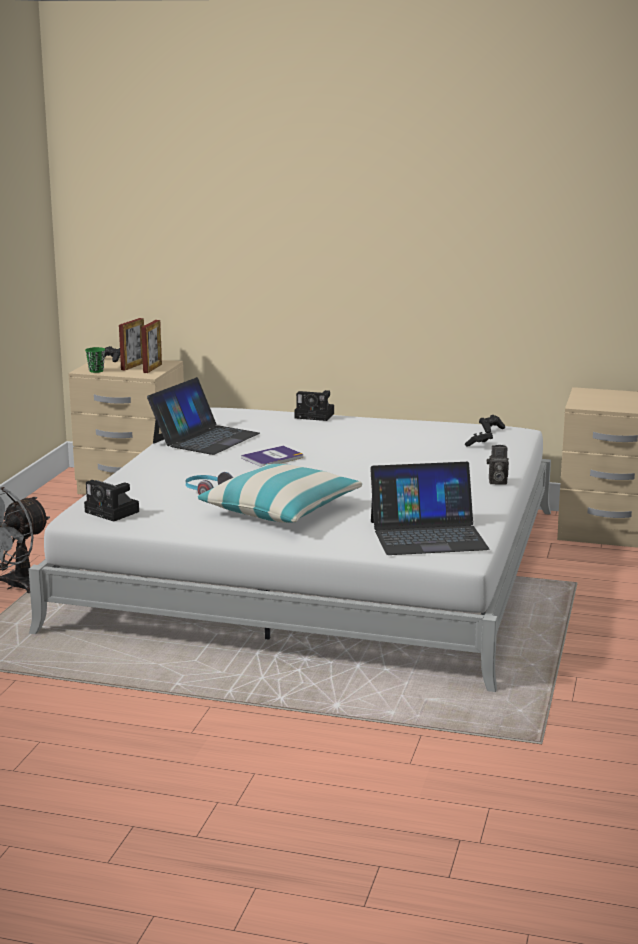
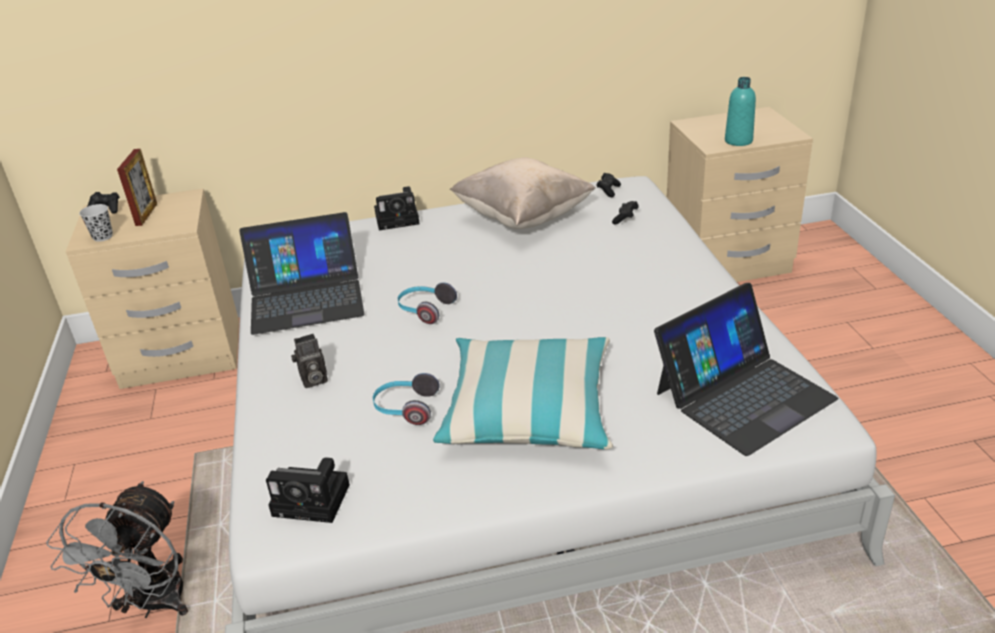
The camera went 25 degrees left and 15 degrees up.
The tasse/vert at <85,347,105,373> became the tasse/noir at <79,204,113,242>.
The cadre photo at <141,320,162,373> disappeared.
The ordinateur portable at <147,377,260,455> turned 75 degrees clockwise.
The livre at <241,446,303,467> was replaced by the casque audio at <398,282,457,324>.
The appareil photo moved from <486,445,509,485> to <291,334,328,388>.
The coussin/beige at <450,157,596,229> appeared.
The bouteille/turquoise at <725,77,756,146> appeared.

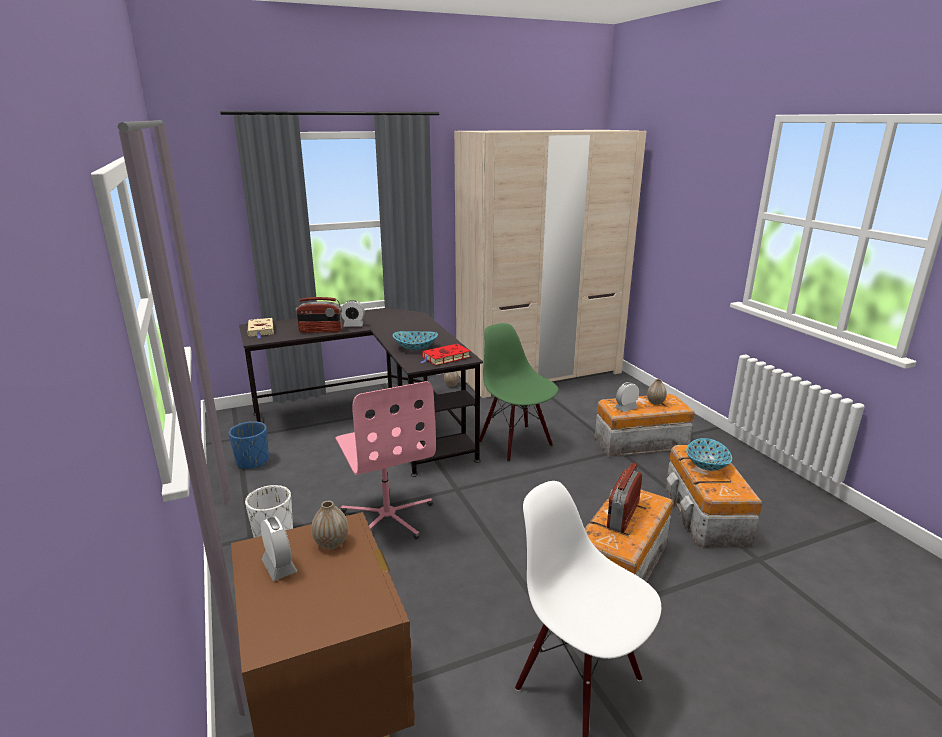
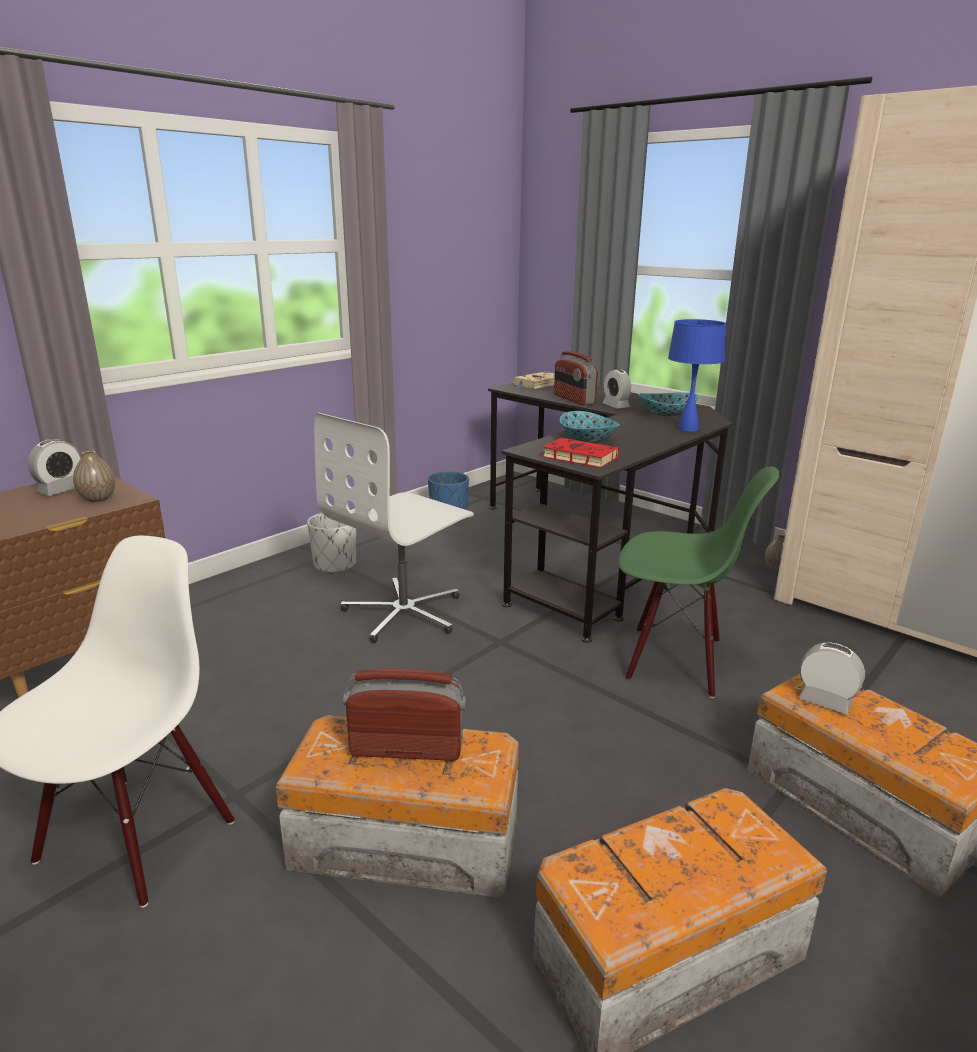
The camera went 65 degrees right and 0 degrees up.
The chaise de bureau/rose at <335,381,436,540> became the chaise de bureau/blanc at <314,412,474,643>.
The chaise/vert at <480,323,559,462> turned 75 degrees clockwise.
The vase at <647,379,667,405> disappeared.
The bol moved from <686,438,732,471> to <638,392,699,416>.
The lampe de table/bleu at <668,319,727,432> appeared.

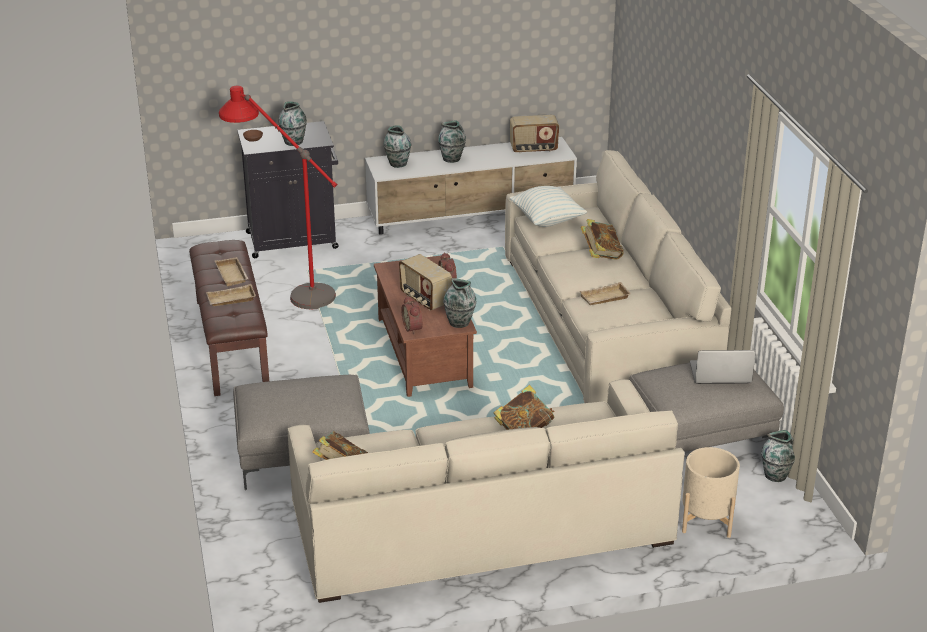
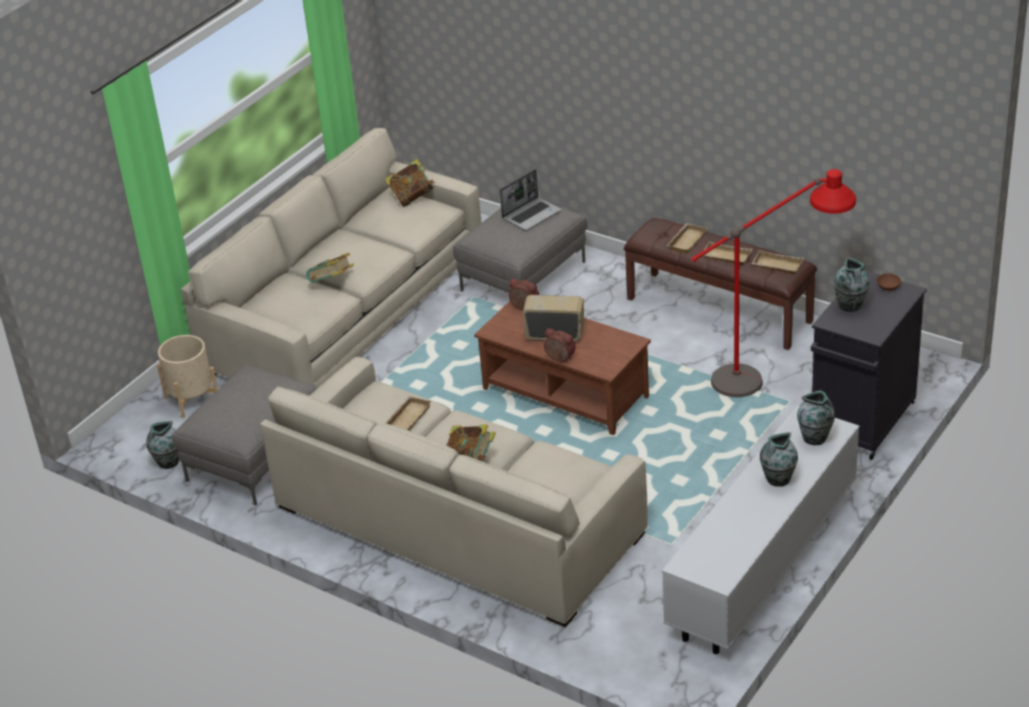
The camera went 140 degrees right and 5 degrees up.
The vase at <443,278,476,328> disappeared.
The coussin at <509,186,587,227> disappeared.
The radio at <510,115,559,153> disappeared.
The ordinateur portable moved from <690,350,756,384> to <500,169,562,230>.
The plateau/beige at <751,250,804,275> appeared.

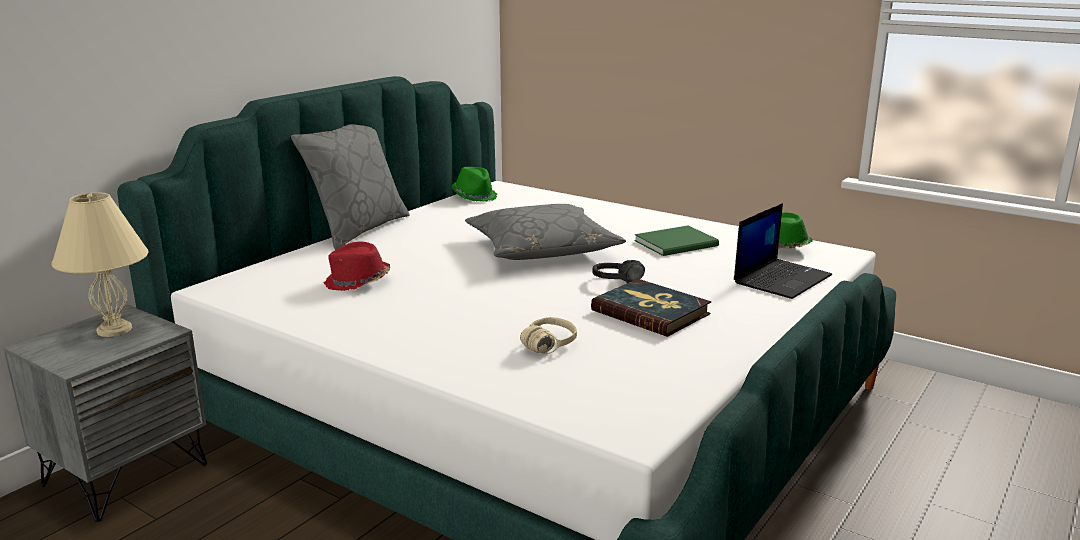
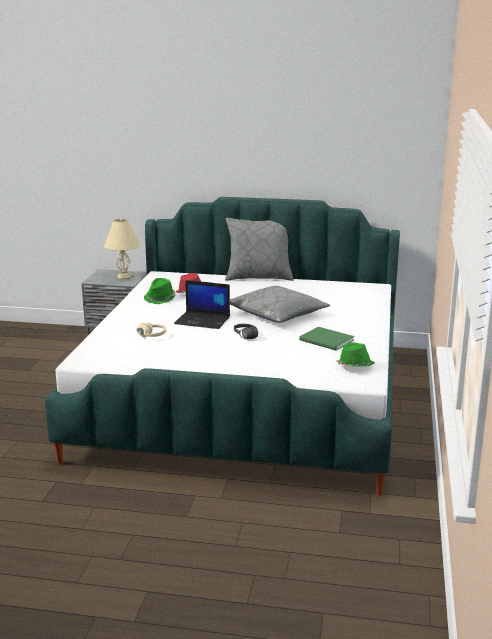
The camera went 65 degrees right and 0 degrees up.
The chapeau/vert moved from <452,167,497,202> to <144,278,176,304>.
The livre at <591,279,711,337> disappeared.
The ordinateur portable moved from <734,203,832,299> to <174,280,230,329>.

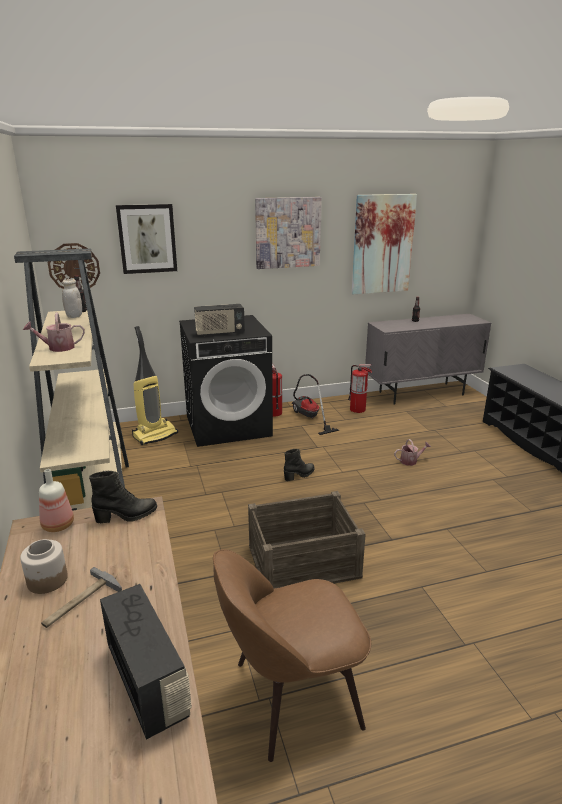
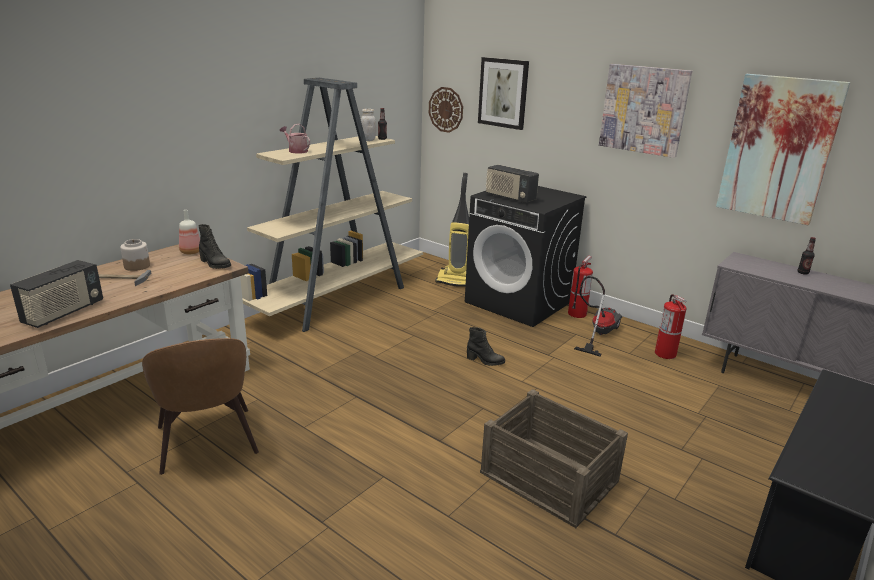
The camera went 55 degrees right and 0 degrees up.
The chaise/marron at <213,549,371,762> turned 150 degrees counterclockwise.
The caisse moved from <248,491,366,588> to <480,389,628,528>.
The arrosoir at <394,439,431,466> disappeared.

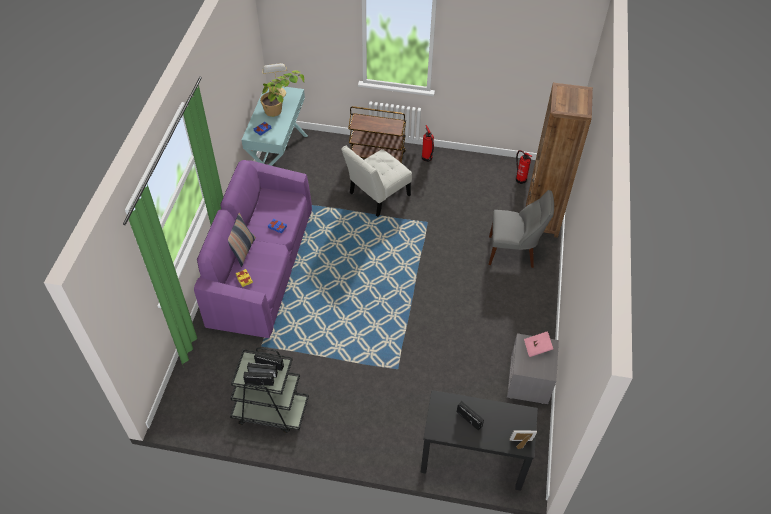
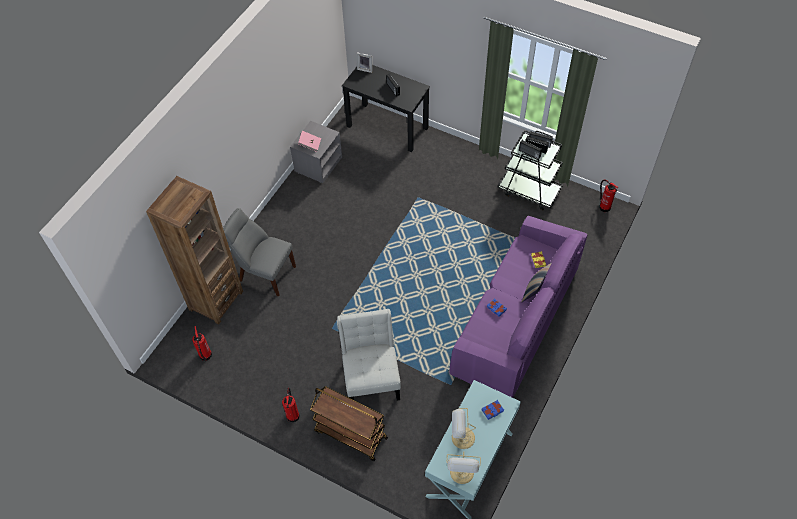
The camera went 160 degrees left and 5 degrees up.
The plante en pot at <260,70,304,117> was replaced by the lampe de table at <452,408,476,449>.
The chaise/blanc at <341,146,412,217> turned 75 degrees counterclockwise.
The extincteur at <599,180,618,212> appeared.

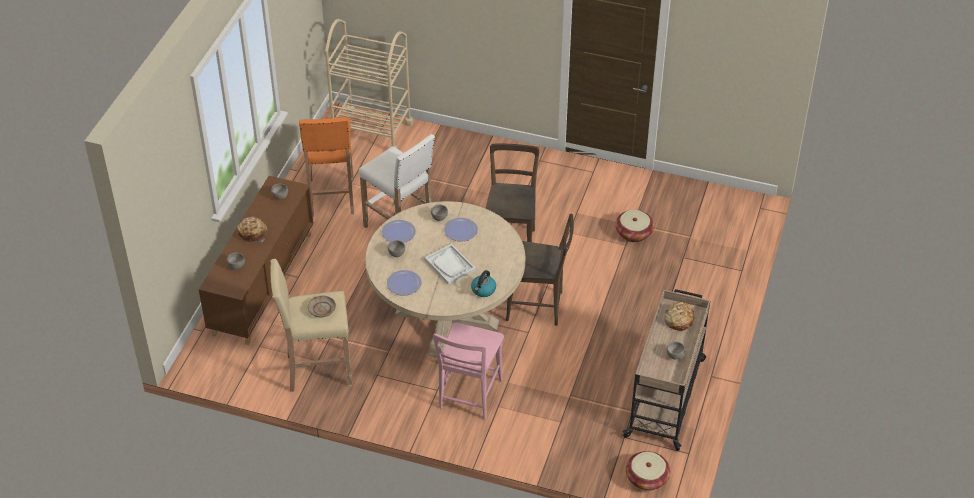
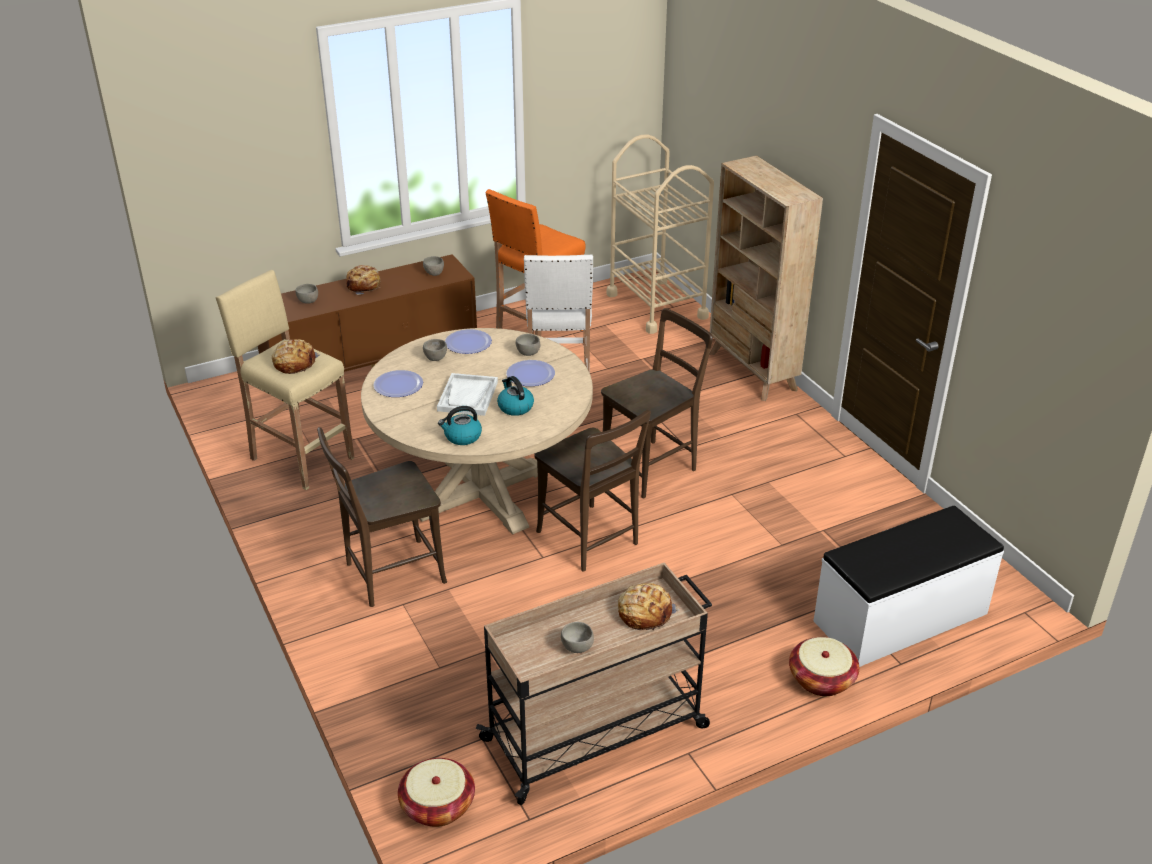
The camera went 45 degrees right and 10 degrees down.
The assiette/beige at <308,296,336,317> was replaced by the pain at <272,339,321,374>.
The chaise/rose at <433,323,504,419> became the chaise/marron at <317,427,447,607>.
The panier moved from <615,210,654,242> to <789,637,859,696>.
The bouilloire at <497,376,534,416> appeared.
The bibliothèque/beige at <709,155,823,401> appeared.
The banc/blanc at <814,506,1004,667> appeared.

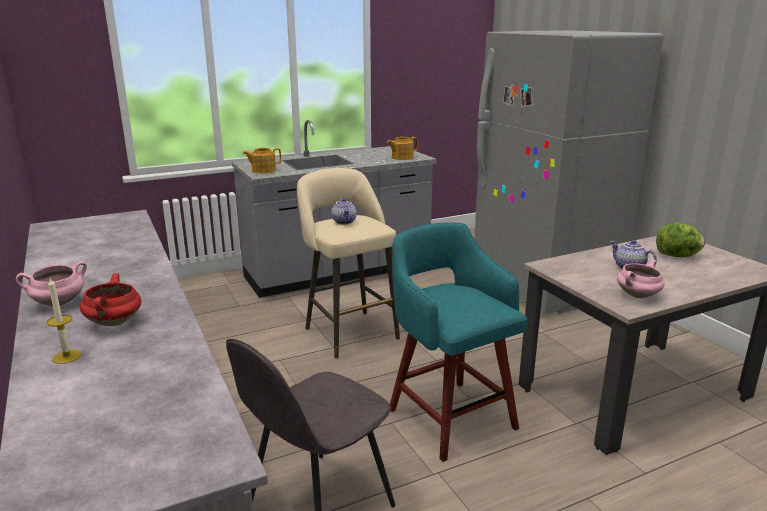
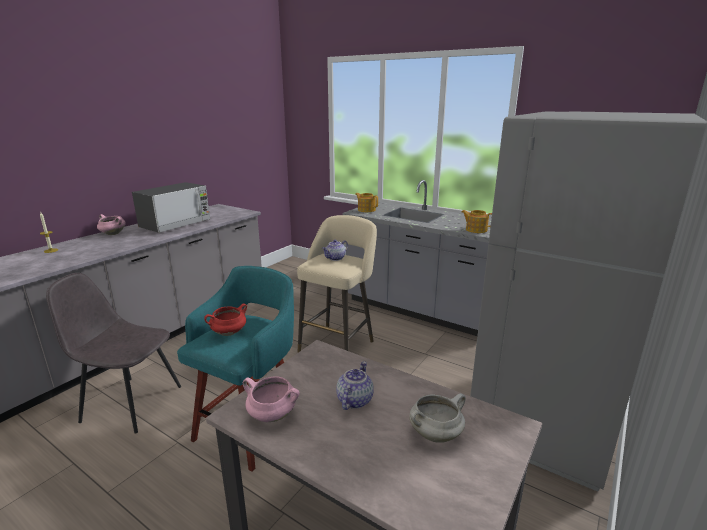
The camera went 60 degrees right and 0 degrees up.
The marmite/rouge moved from <80,273,141,326> to <204,304,247,336>.
The laitue at <656,222,705,257> was replaced by the marmite/blanc at <409,393,466,443>.
The micro-ondes at <132,182,210,233> appeared.

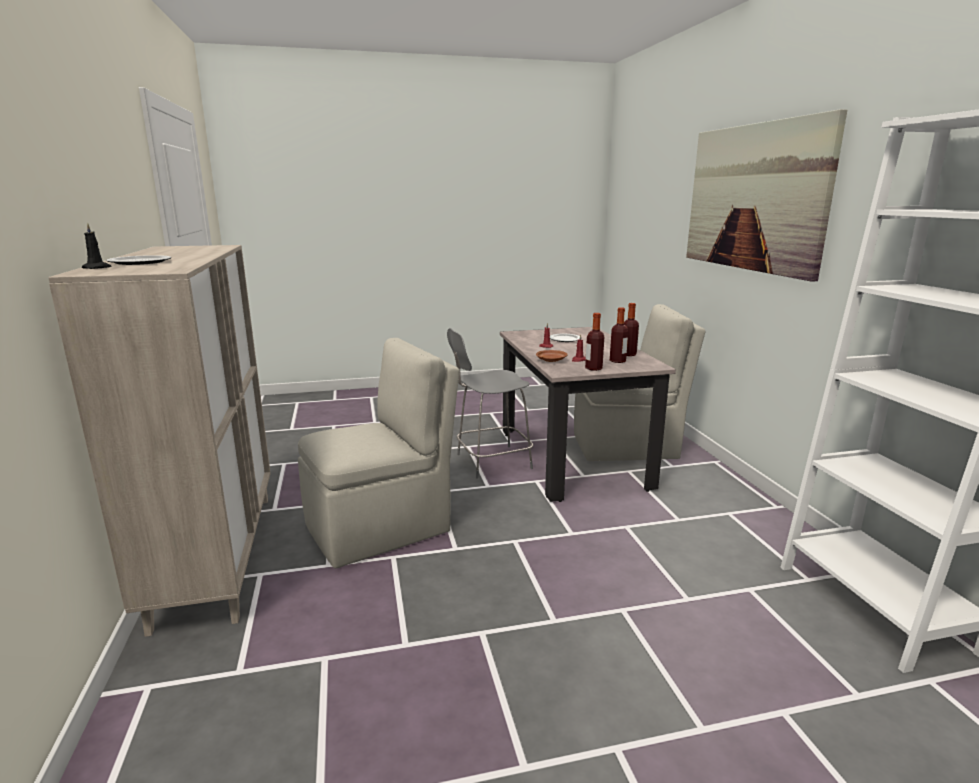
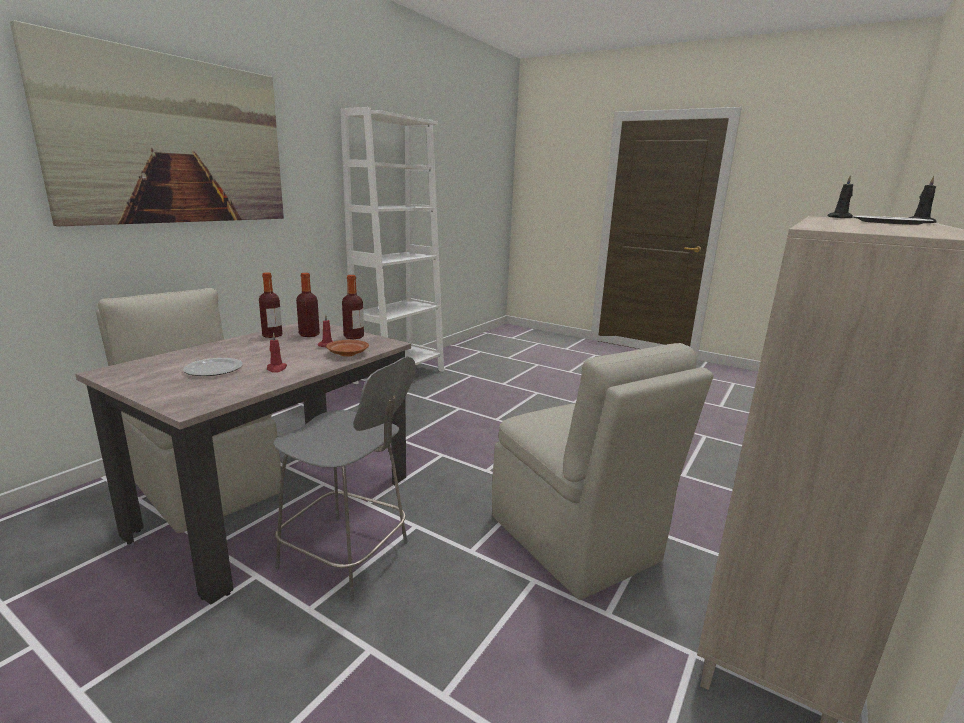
The camera went 135 degrees left and 0 degrees up.
The chaise/beige at <298,338,460,568> turned 135 degrees counterclockwise.
The bougie/noir at <827,175,853,218> appeared.

